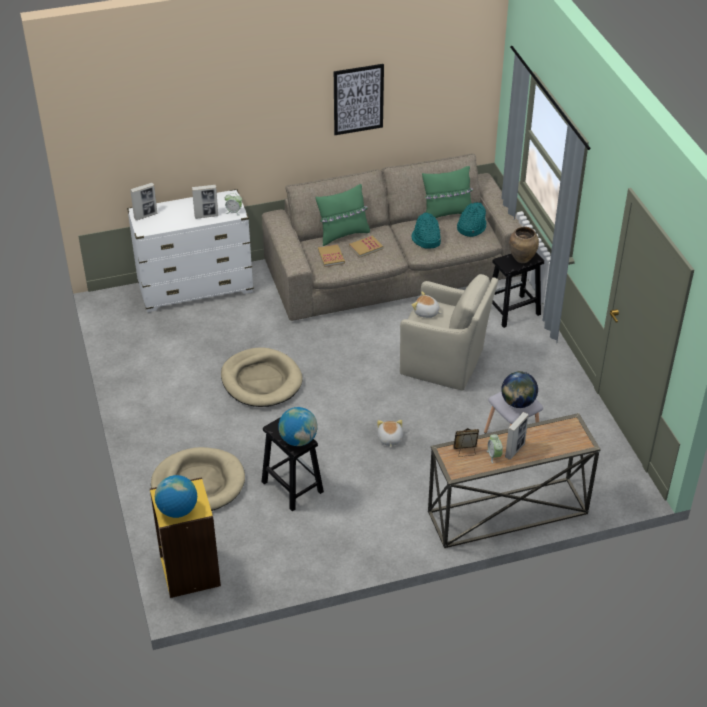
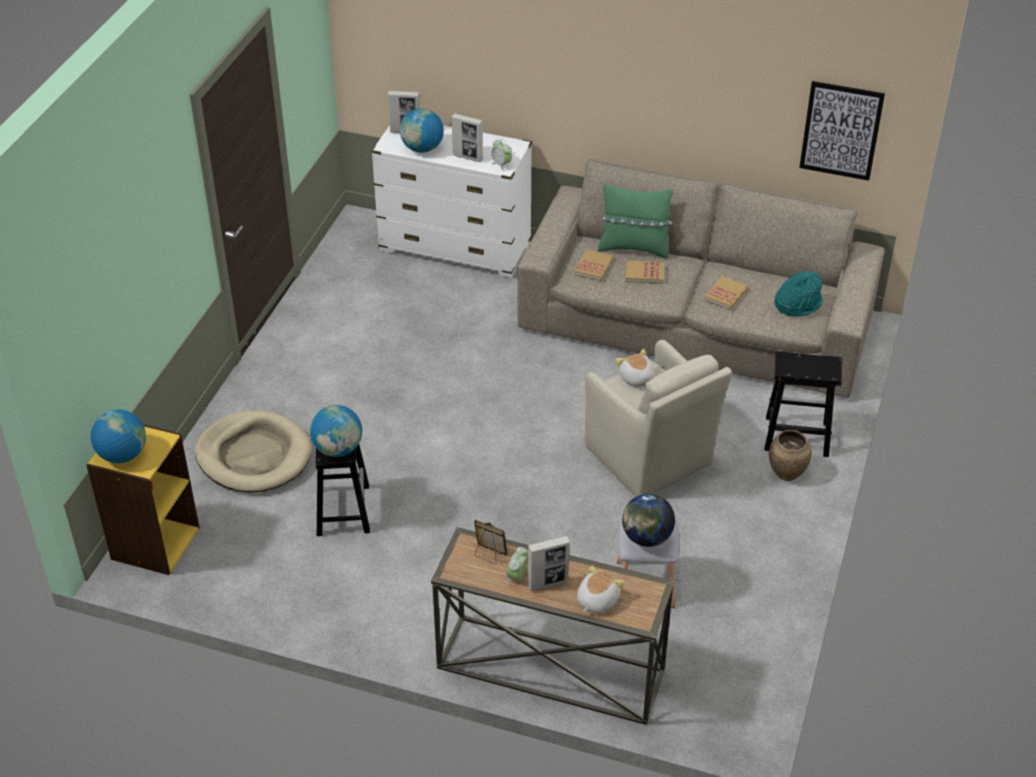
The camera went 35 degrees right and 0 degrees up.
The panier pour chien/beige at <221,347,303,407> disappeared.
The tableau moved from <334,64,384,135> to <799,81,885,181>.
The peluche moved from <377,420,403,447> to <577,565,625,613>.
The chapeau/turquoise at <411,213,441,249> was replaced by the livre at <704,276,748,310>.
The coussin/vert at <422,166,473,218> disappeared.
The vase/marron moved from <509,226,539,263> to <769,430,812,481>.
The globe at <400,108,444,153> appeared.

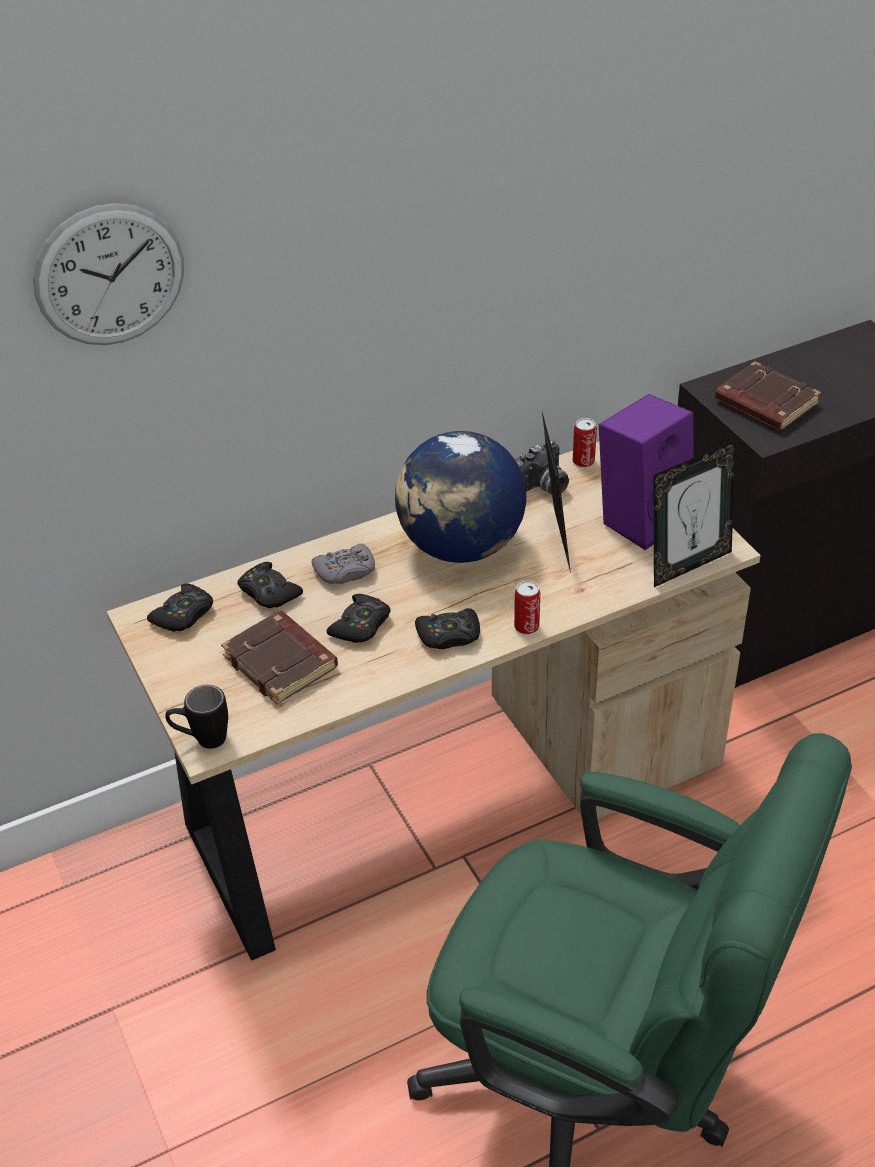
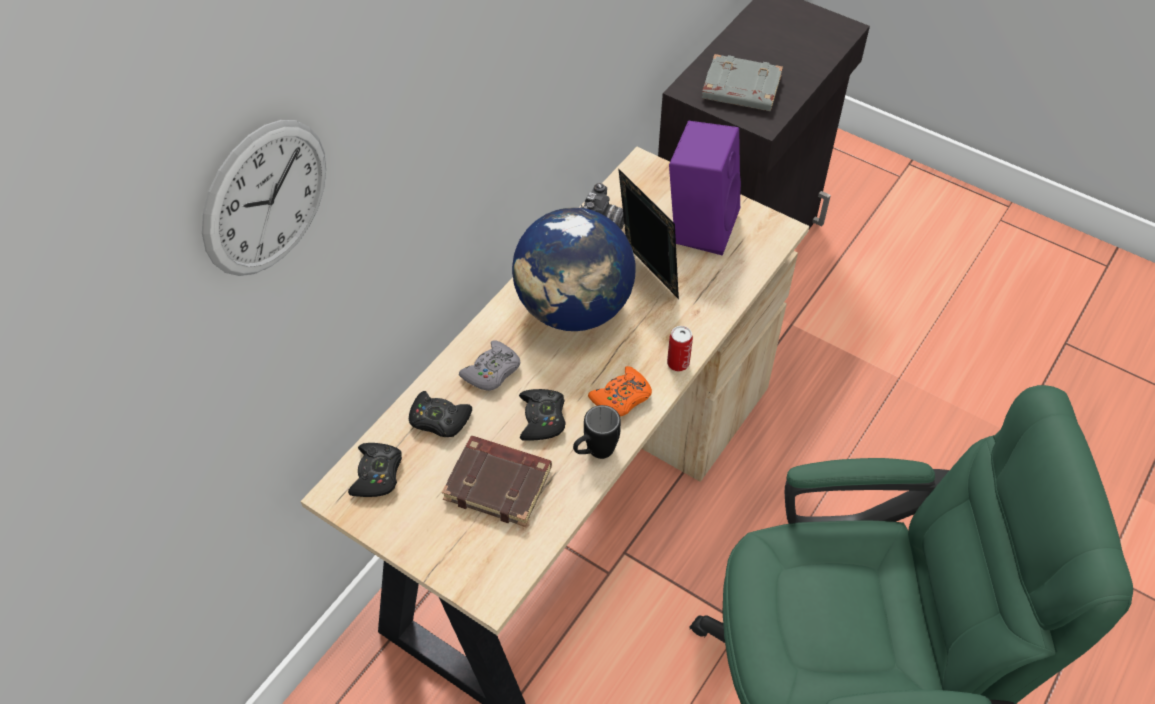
The camera went 30 degrees left and 10 degrees up.
The mug/noir moved from <165,685,228,749> to <573,405,621,459>.
The manette/noir at <415,608,480,649> became the manette/orange at <588,366,652,416>.
The boîte métallique at <573,418,597,468> disappeared.
The cadre photo at <654,440,736,587> disappeared.
The livre/marron at <715,361,821,430> became the livre/gris at <702,54,783,111>.

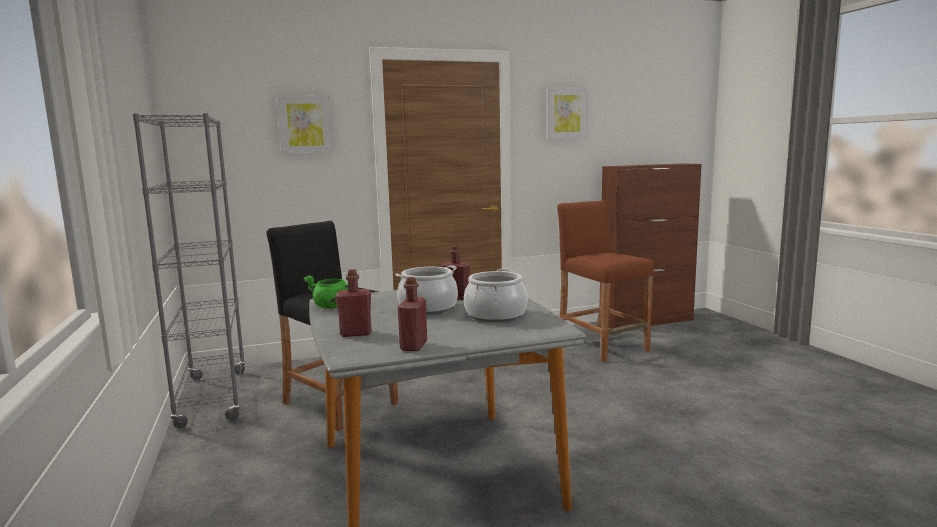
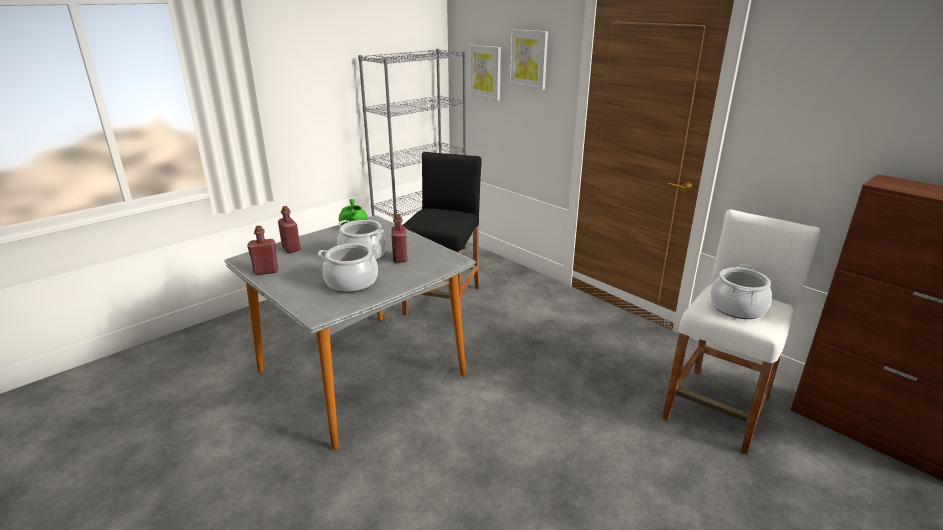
The camera went 65 degrees right and 15 degrees up.
The tableau moved from <546,87,587,140> to <468,44,501,101>.
The tabouret/marron at <557,200,654,362> became the tabouret/blanc at <662,210,820,454>.
The marmite at <710,264,772,319> appeared.

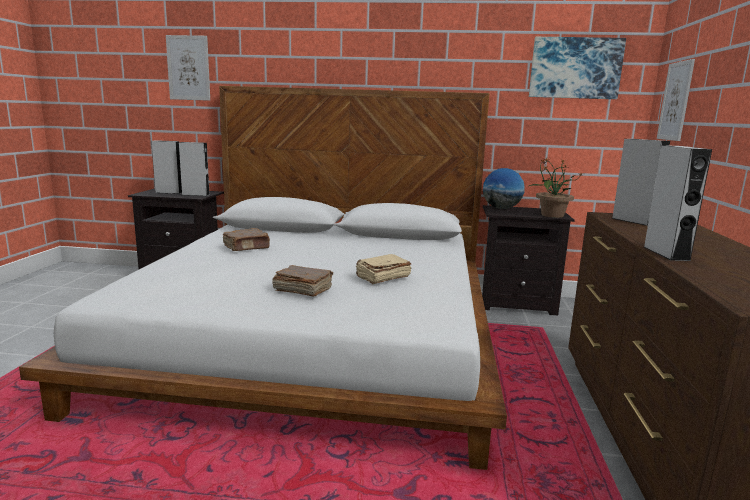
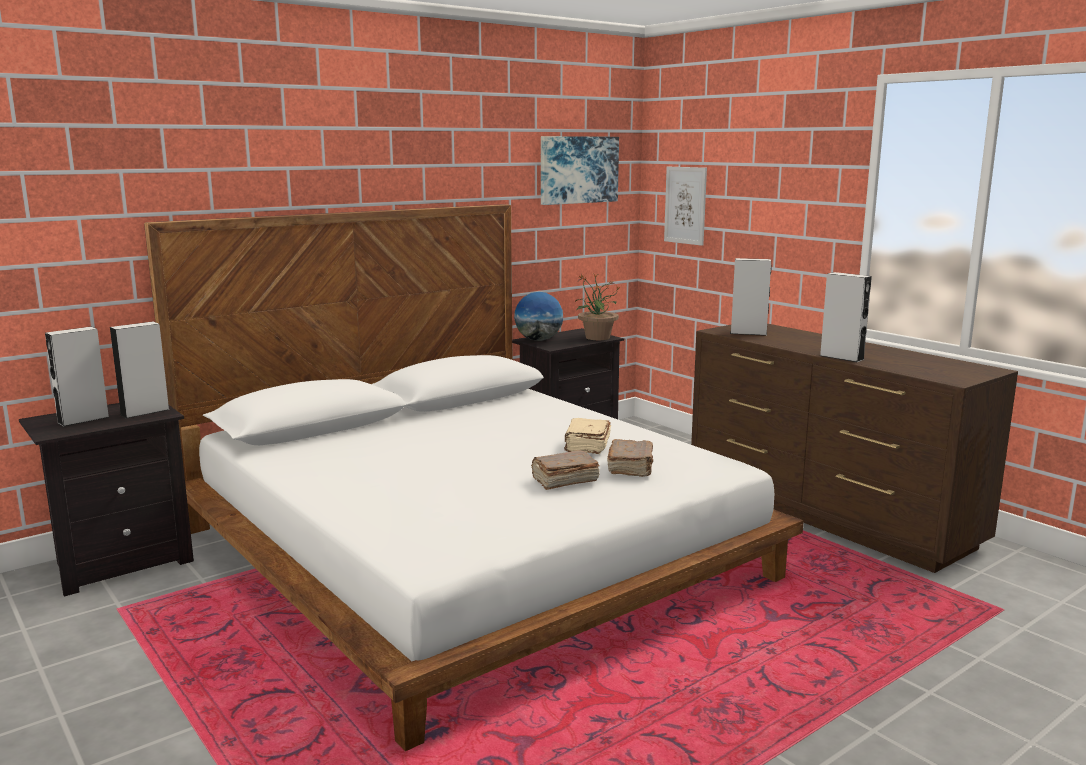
The camera went 45 degrees left and 0 degrees up.
The tableau at <166,35,210,101> disappeared.
The livre/marron moved from <223,228,270,251> to <607,439,653,477>.

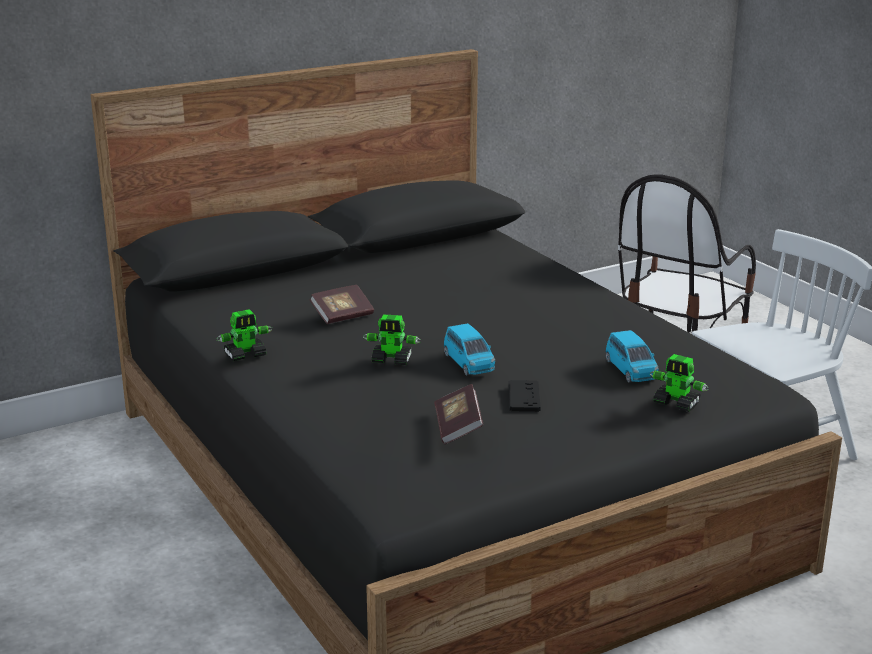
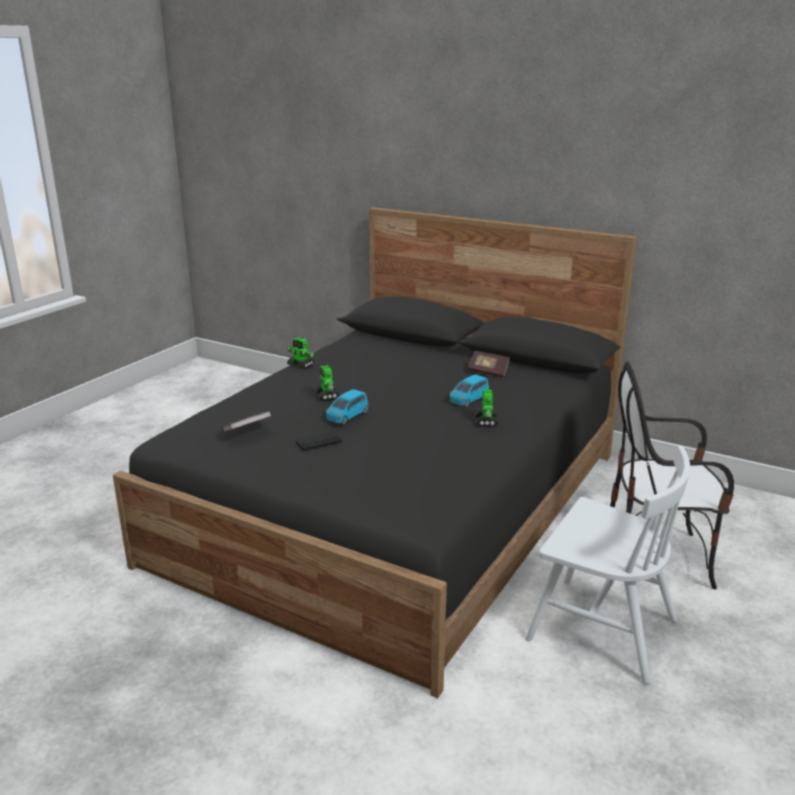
The camera went 60 degrees right and 0 degrees up.
The livre moved from <310,285,374,324> to <468,351,510,378>.
The petite voiture/bleu moved from <606,330,659,382> to <450,374,489,407>.
The robot jouet moved from <650,354,709,412> to <475,390,498,427>.

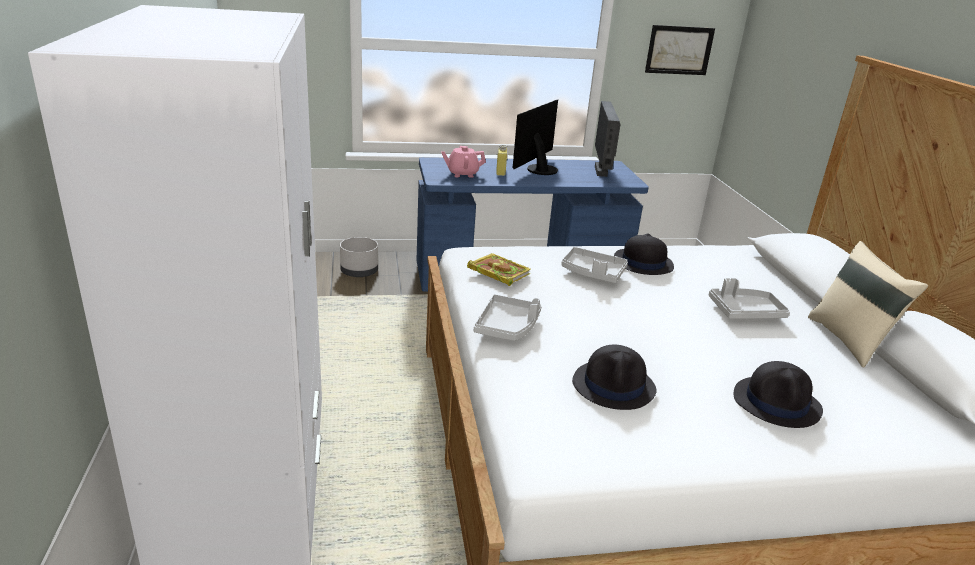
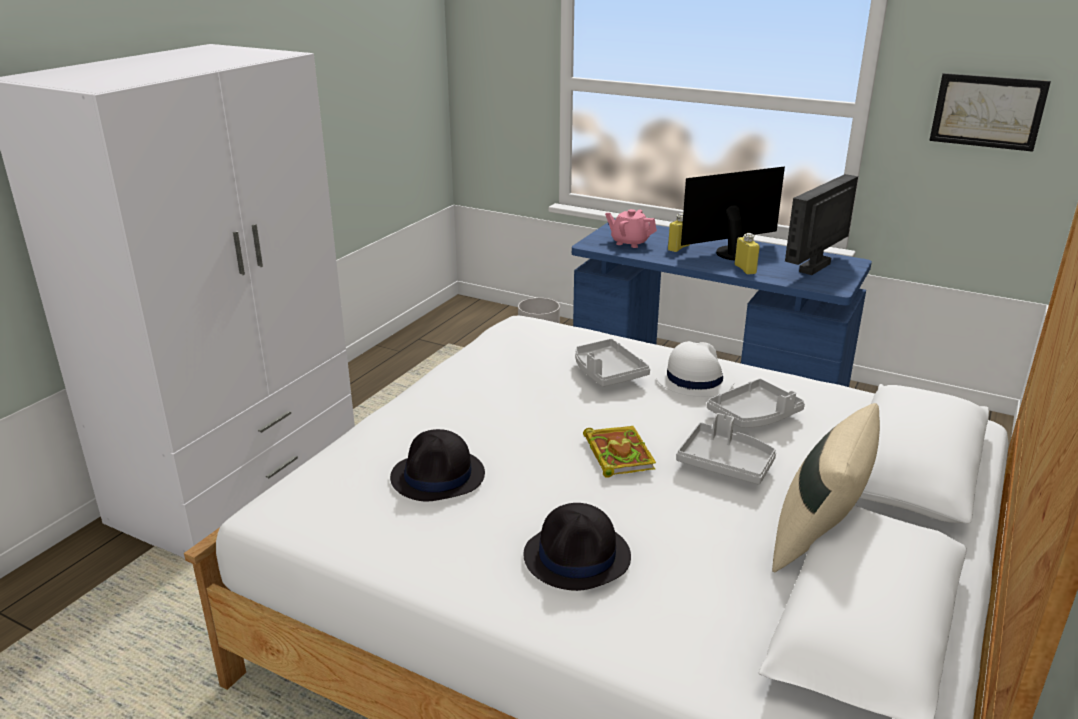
The camera went 40 degrees right and 0 degrees up.
The livre moved from <467,253,531,286> to <583,426,656,478>.
The plateau/gris moved from <474,294,542,341> to <707,379,805,428>.
The chapeau/noir at <614,234,674,275> became the chapeau/blanc at <656,341,735,397>.
The bouteille/jaune at <735,233,760,275> appeared.

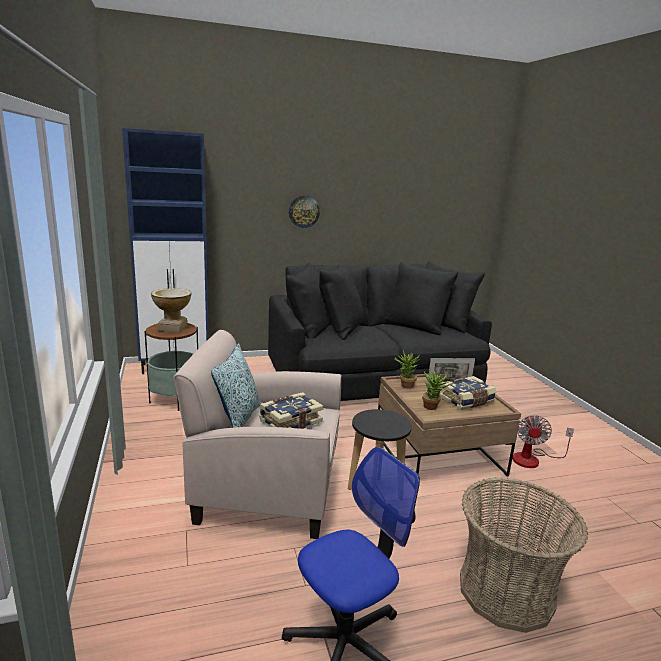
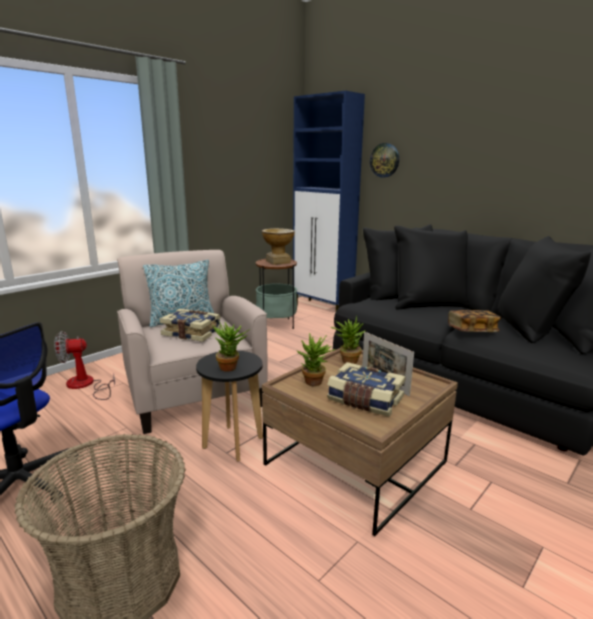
The camera went 60 degrees right and 0 degrees up.
The horloge murale moved from <289,196,320,228> to <370,143,399,178>.
The ventilateur moved from <512,414,574,468> to <55,331,115,400>.
The plante en pot at <212,321,250,372> appeared.
The livre at <448,310,501,332> appeared.

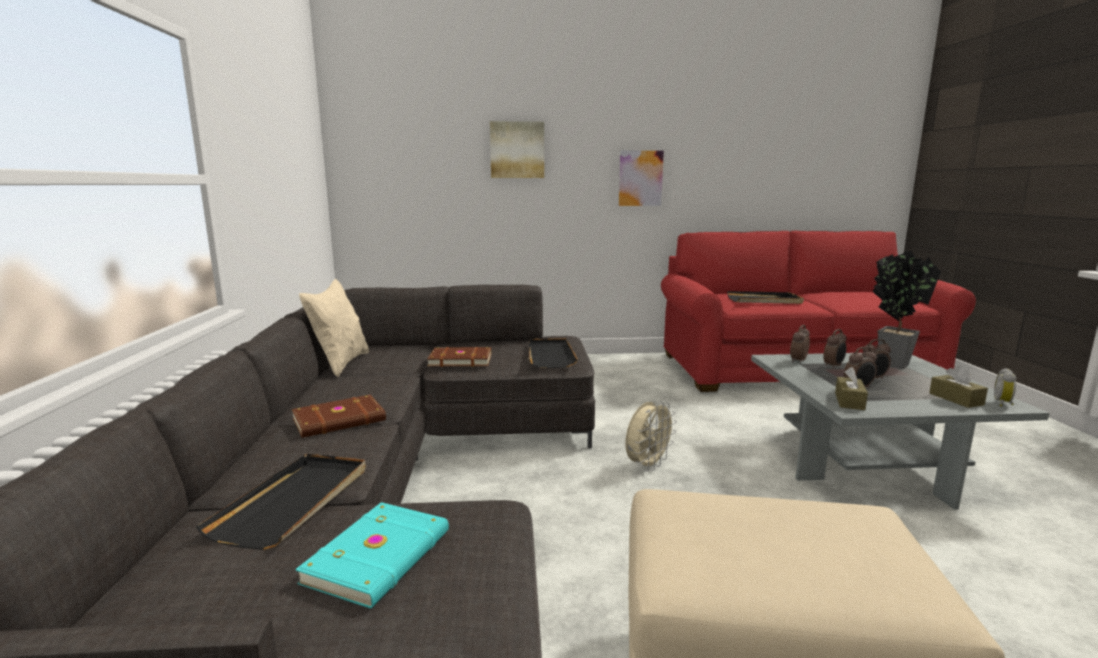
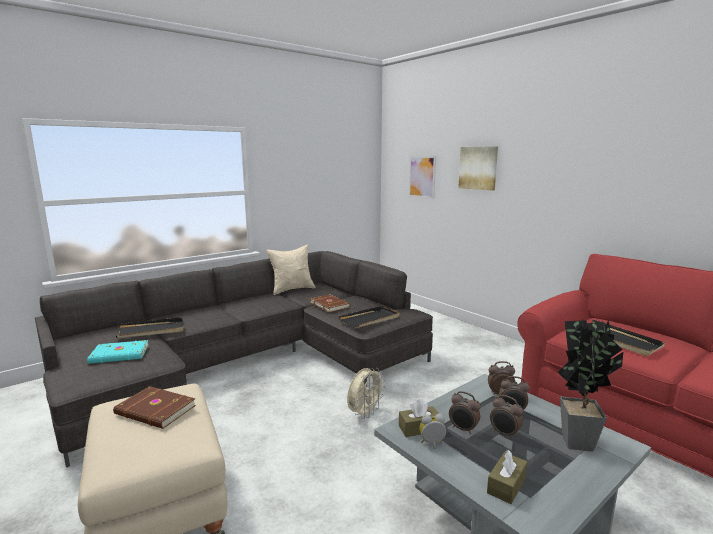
The camera went 55 degrees right and 0 degrees up.
The livre/marron moved from <292,395,386,438> to <113,386,196,429>.
The tableau moved from <616,148,667,209> to <409,156,436,199>.
The ventilateur/beige at <625,401,677,471> turned 60 degrees counterclockwise.
The réveil moved from <994,368,1016,407> to <419,414,446,449>.

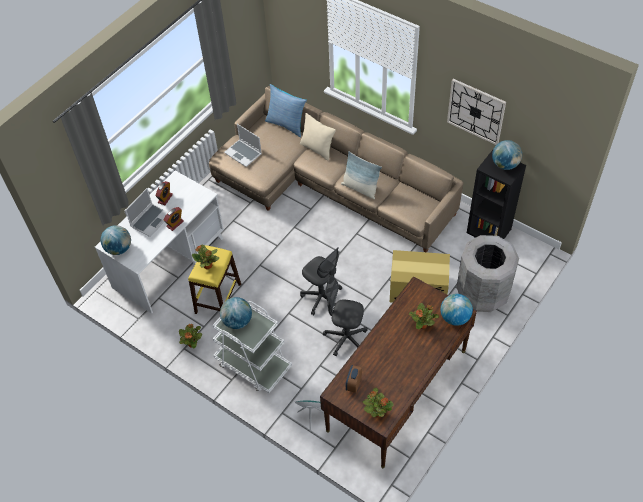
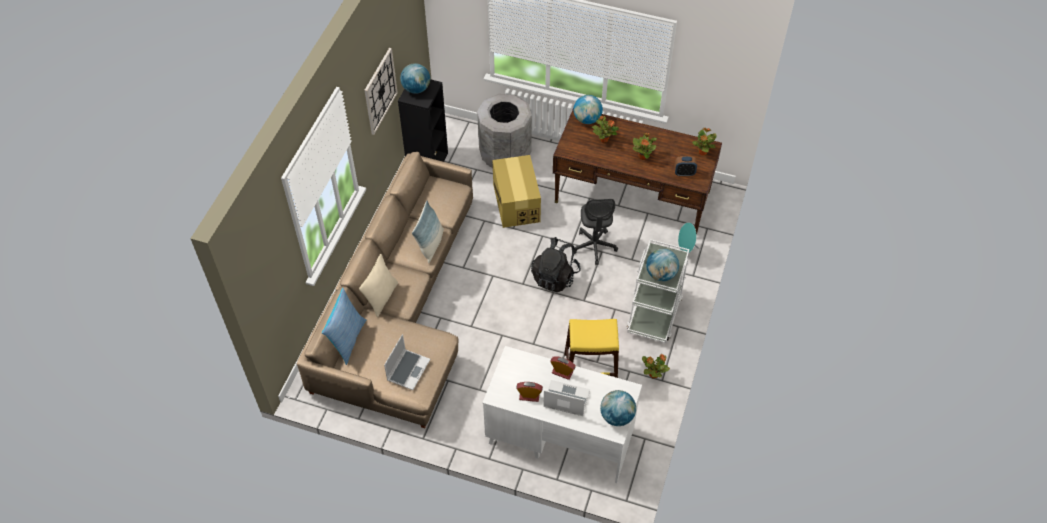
The camera went 110 degrees left and 0 degrees up.
The plante en pot moved from <192,245,219,269> to <633,133,657,160>.
The chaise de bureau/gris at <300,247,342,315> was replaced by the sac à dos/noir at <531,237,581,292>.

